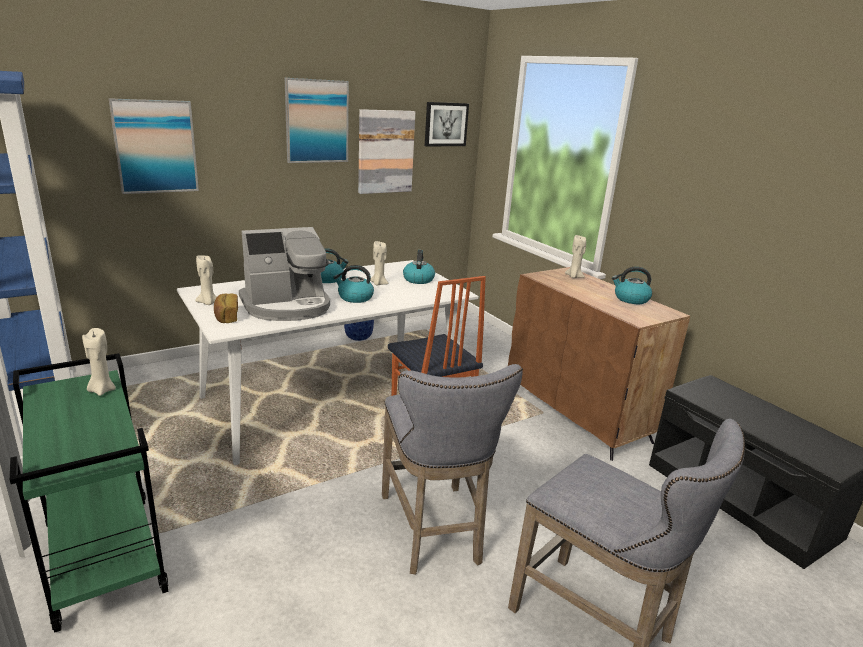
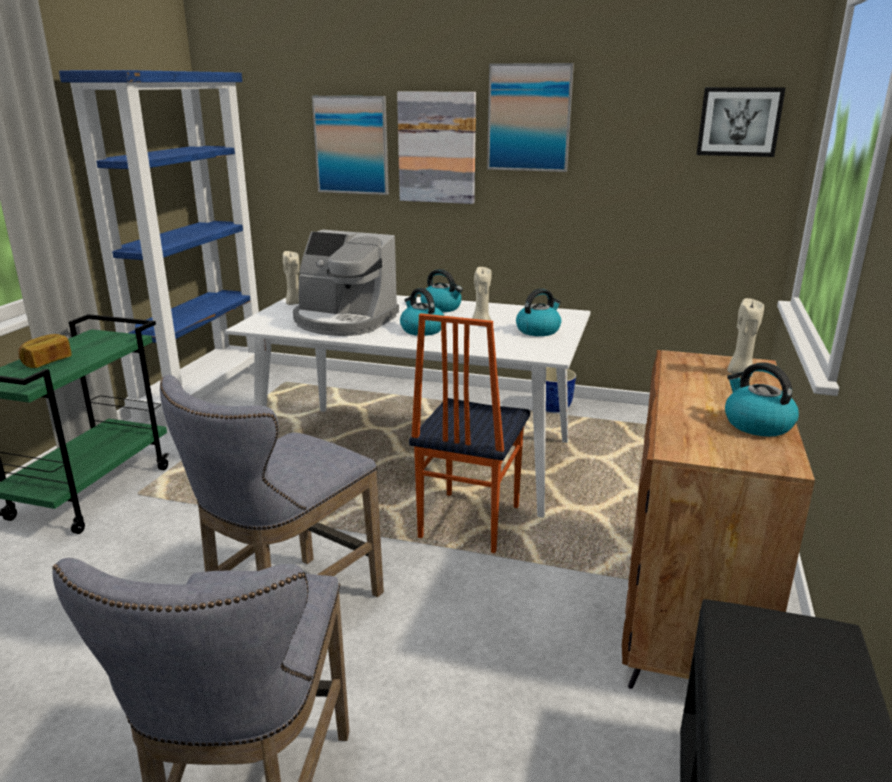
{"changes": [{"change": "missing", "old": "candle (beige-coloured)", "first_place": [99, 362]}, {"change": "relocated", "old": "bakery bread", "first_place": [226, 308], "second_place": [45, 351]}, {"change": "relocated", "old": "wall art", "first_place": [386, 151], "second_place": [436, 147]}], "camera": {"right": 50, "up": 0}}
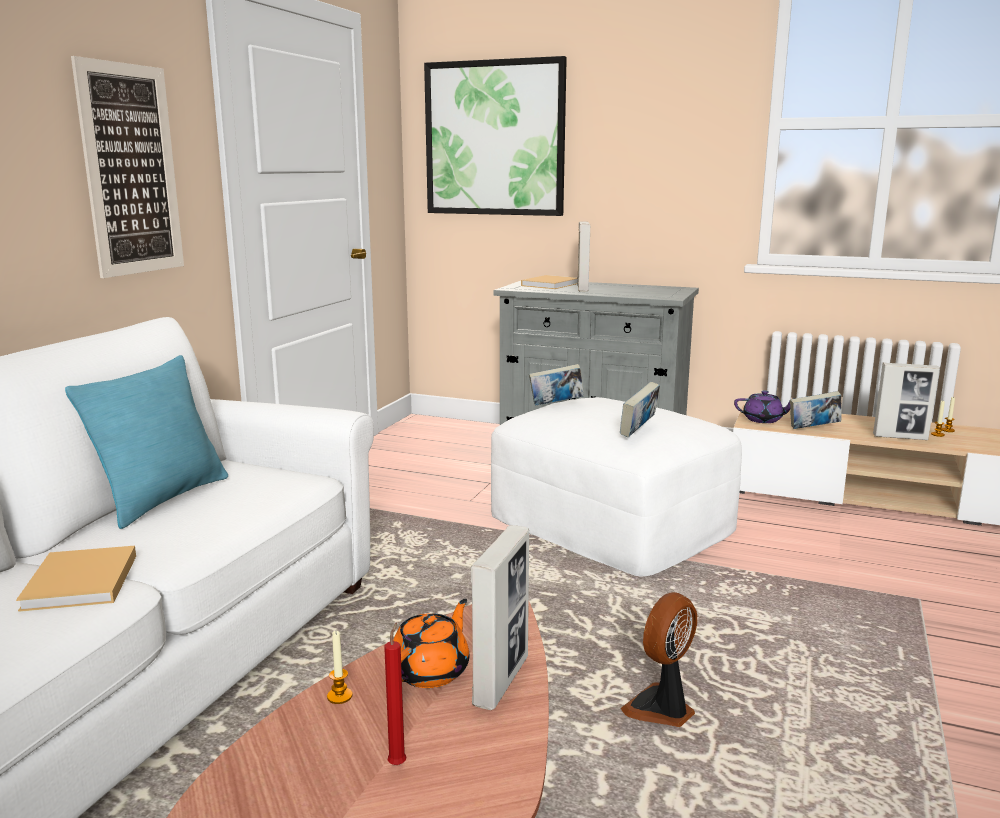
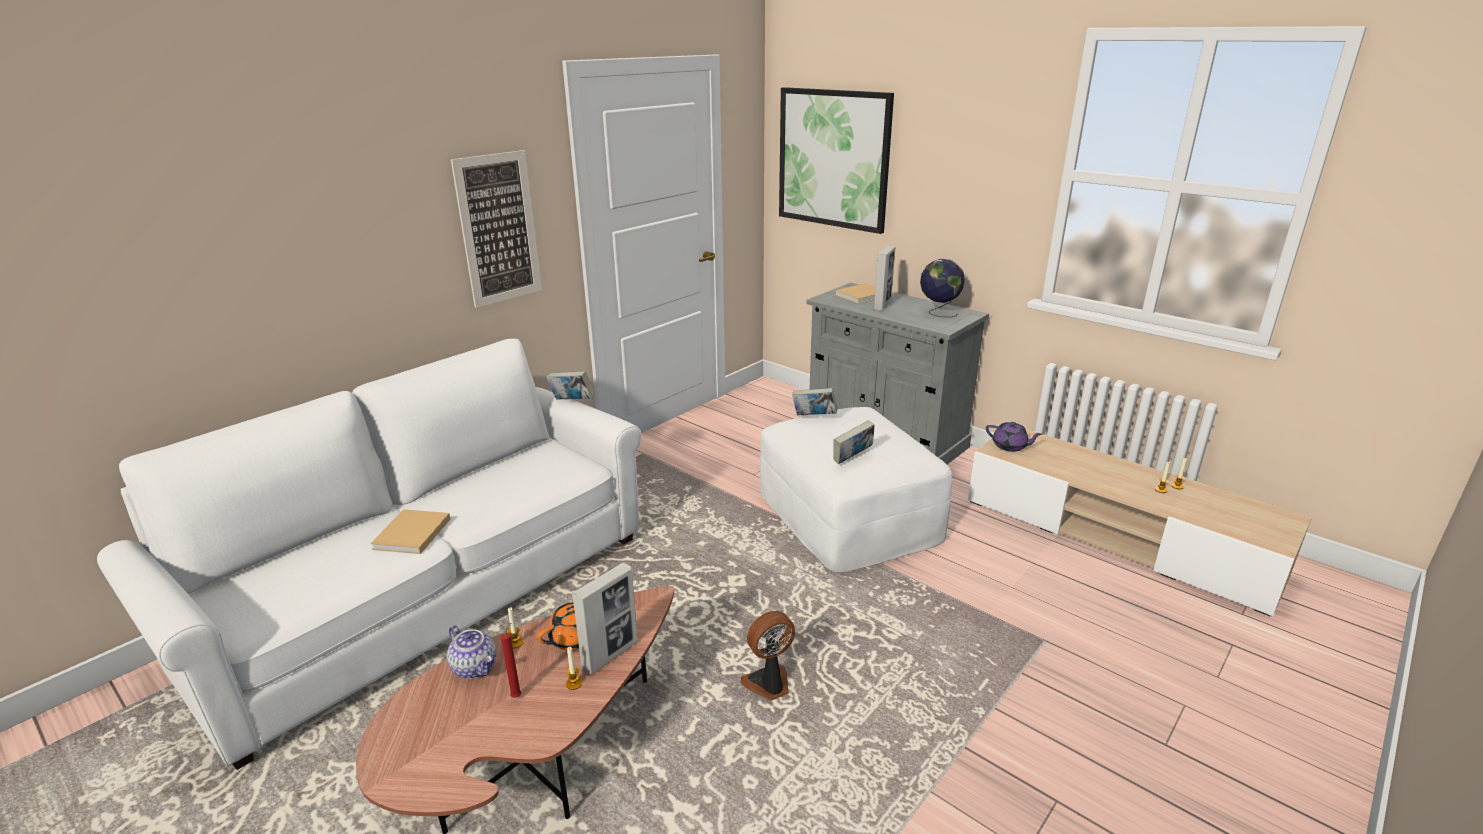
{"changes": [{"change": "missing", "old": "throw pillow (turquoise)", "first_place": [146, 442]}, {"change": "missing", "old": "picture frame", "first_place": [906, 401]}, {"change": "appeared", "new": "teapot", "second_place": [471, 652]}, {"change": "appeared", "new": "candle", "second_place": [574, 668]}, {"change": "appeared", "new": "desk globe", "second_place": [942, 288]}, {"change": "relocated", "old": "bound book", "first_place": [816, 410], "second_place": [570, 385]}], "camera": {"right": 20, "up": 10}}
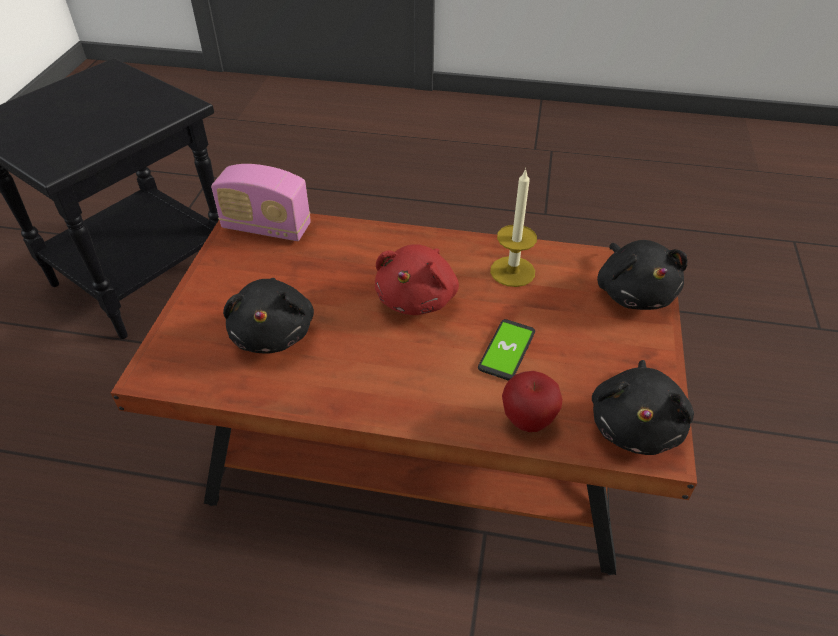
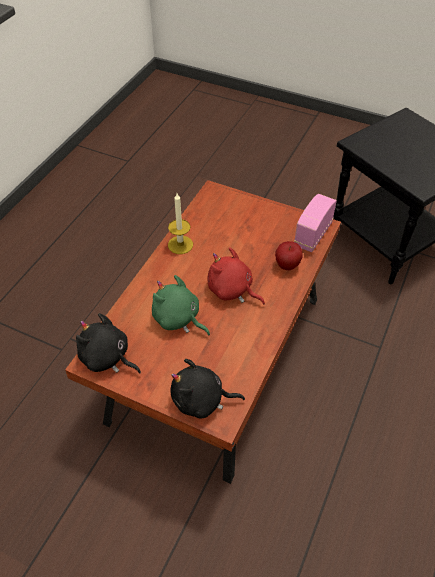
{"changes": [{"change": "missing", "old": "soft toy (black)", "first_place": [268, 315]}, {"change": "relocated", "old": "candle", "first_place": [513, 227], "second_place": [180, 223]}, {"change": "relocated", "old": "whole apple", "first_place": [532, 401], "second_place": [289, 255]}, {"change": "exchanged", "old": "handset", "new": "soft toy (greenish)", "first_place": [506, 349], "second_place": [181, 305]}], "camera": {"right": 105, "up": 5}}
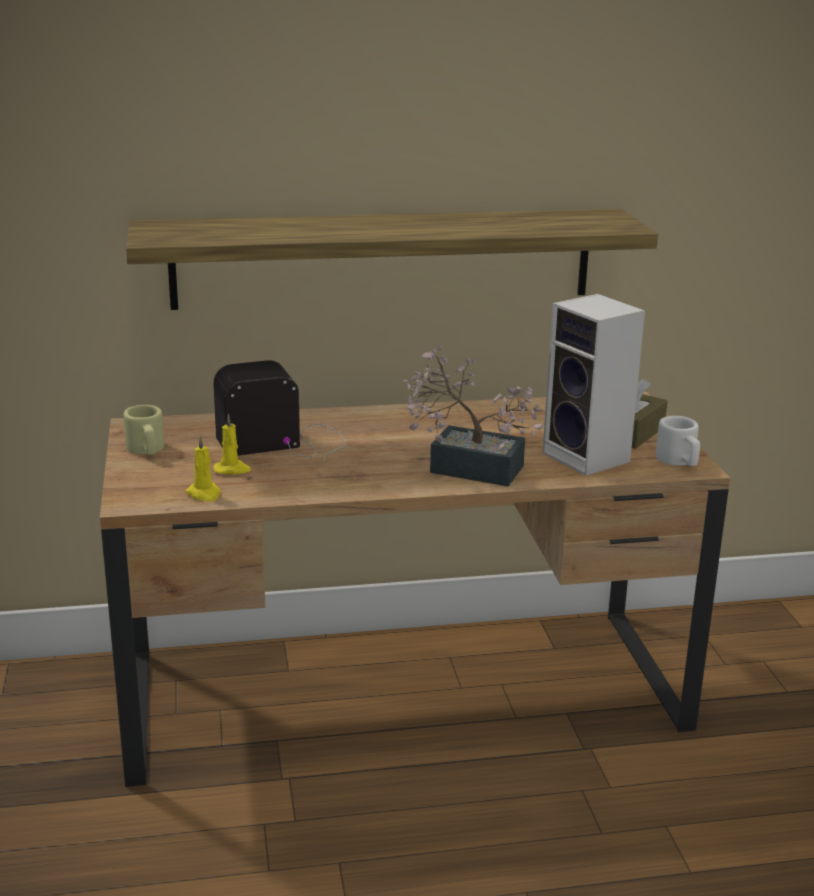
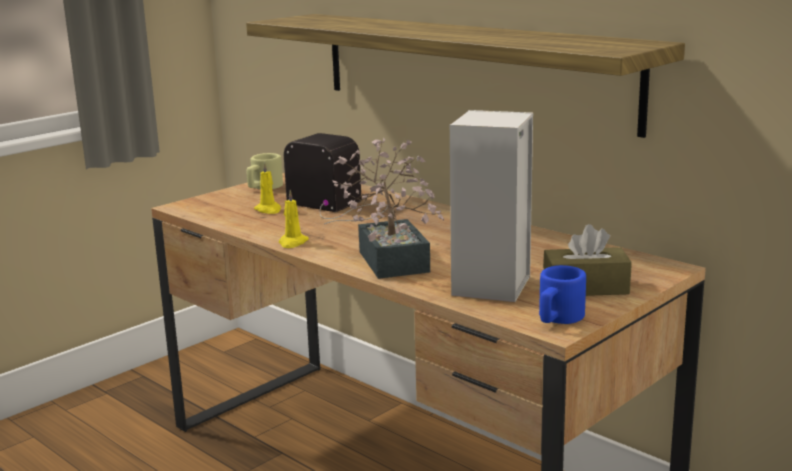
{"changes": [{"change": "relocated", "old": "candle (yellow)", "first_place": [203, 469], "second_place": [294, 219]}, {"change": "colour", "old": "mug (white)", "new": "mug (bluish)", "first_place": [678, 441], "second_place": [562, 294]}], "camera": {"right": 55, "up": -5}}
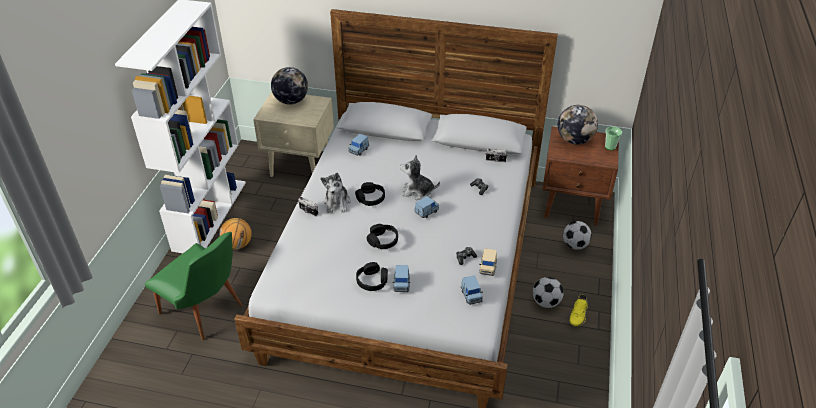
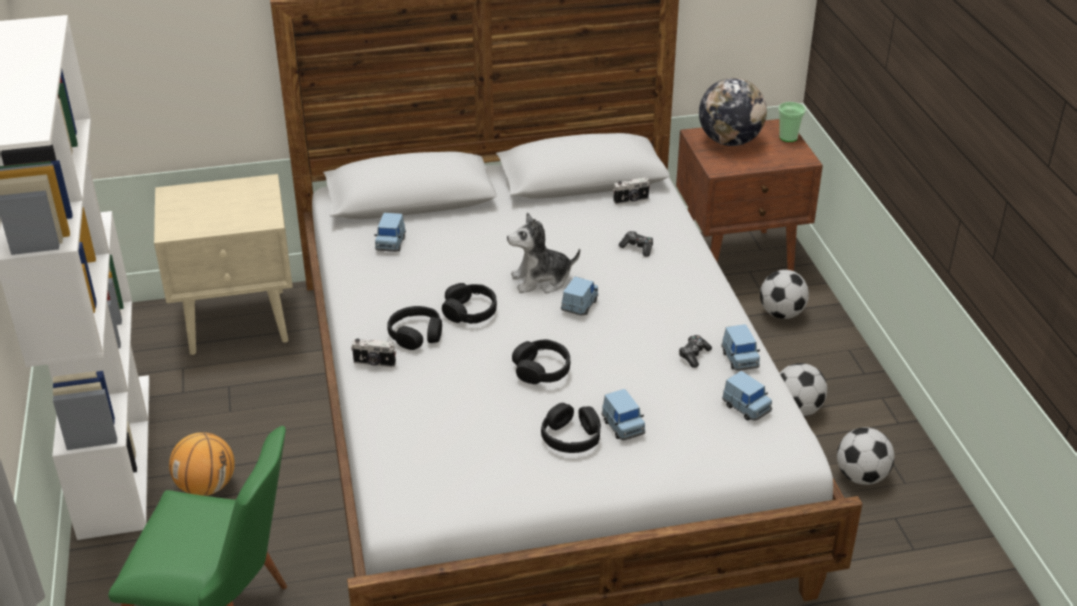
{"changes": [{"change": "missing", "old": "desk globe", "first_place": [289, 86]}, {"change": "missing", "old": "item of footwear (yellow)", "first_place": [578, 310]}, {"change": "appeared", "new": "ball for football", "second_place": [866, 456]}, {"change": "exchanged", "old": "soft toy", "new": "pair of headphones (black)", "first_place": [336, 193], "second_place": [414, 328]}, {"change": "colour", "old": "model car (beige-coloured)", "new": "model car (bluish)", "first_place": [488, 262], "second_place": [740, 347]}], "camera": {"right": -25, "up": -5}}
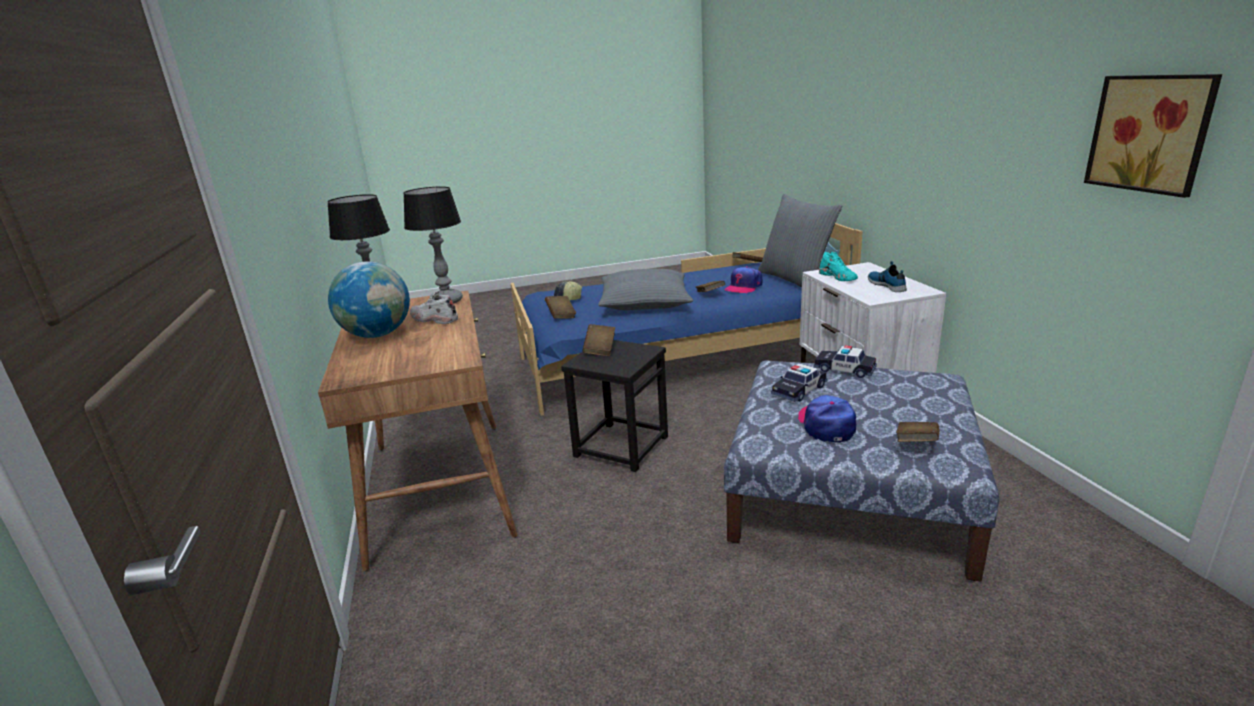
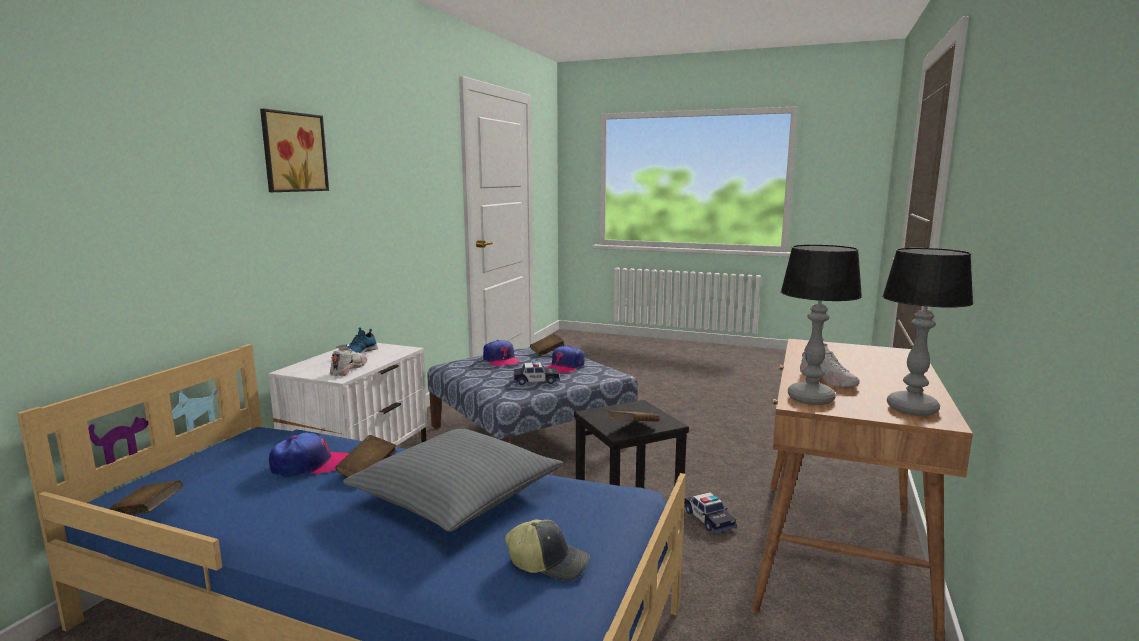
{"changes": [{"change": "missing", "old": "desk globe", "first_place": [369, 299]}, {"change": "missing", "old": "bound book (brown)", "first_place": [560, 307]}, {"change": "missing", "old": "throw pillow (grey)", "first_place": [800, 241]}, {"change": "appeared", "new": "cap", "second_place": [501, 353]}, {"change": "relocated", "old": "model car", "first_place": [845, 361], "second_place": [710, 512]}, {"change": "relocated", "old": "wall art", "first_place": [1153, 136], "second_place": [294, 150]}, {"change": "colour", "old": "item of footwear (turquoise)", "new": "item of footwear (white)", "first_place": [838, 266], "second_place": [348, 360]}], "camera": {"right": -145, "up": -10}}
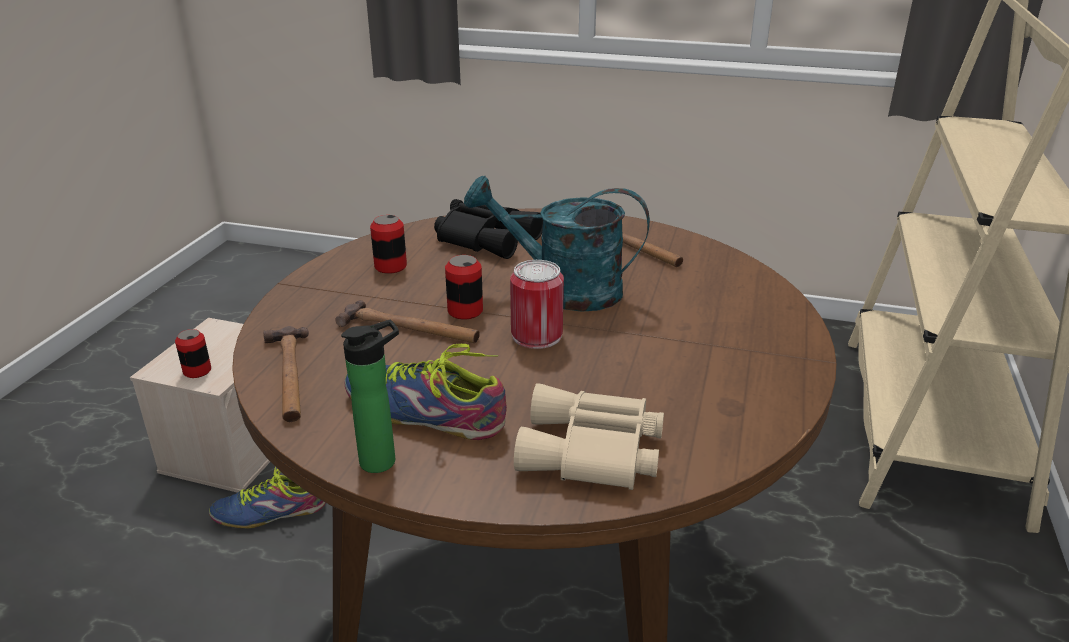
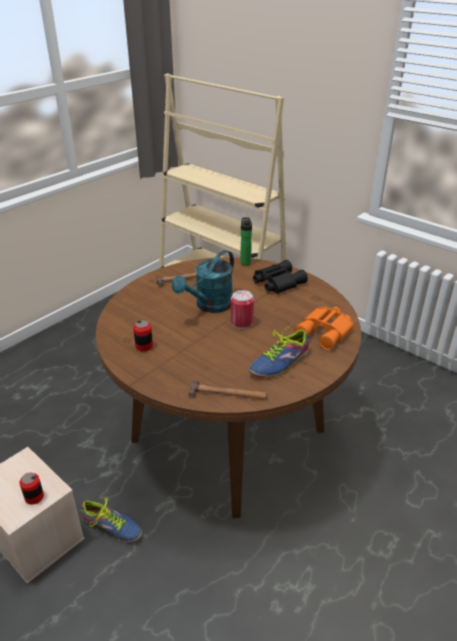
{"changes": [{"change": "missing", "old": "hand hammer", "first_place": [407, 321]}, {"change": "missing", "old": "can", "first_place": [464, 287]}, {"change": "relocated", "old": "drink bottle", "first_place": [370, 396], "second_place": [246, 241]}, {"change": "relocated", "old": "binoculars (black)", "first_place": [488, 229], "second_place": [280, 277]}, {"change": "colour", "old": "binoculars (beige-coloured)", "new": "binoculars (orange)", "first_place": [589, 436], "second_place": [324, 328]}, {"change": "spun", "old": "item of footwear", "first_place": [267, 497], "second_place": [111, 520], "degrees": -75}], "camera": {"right": -65, "up": 5}}
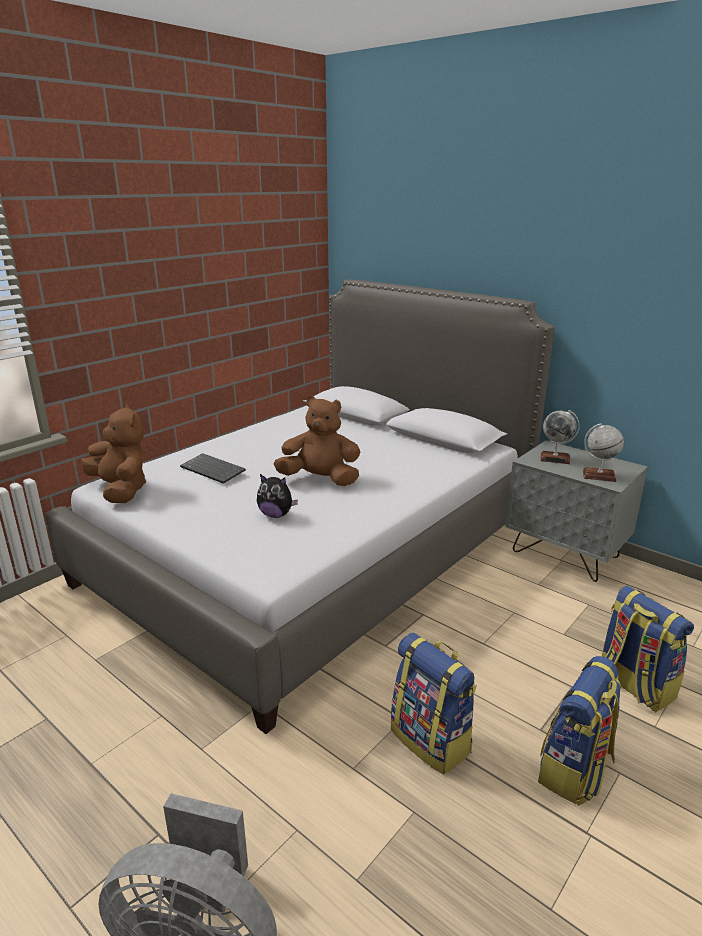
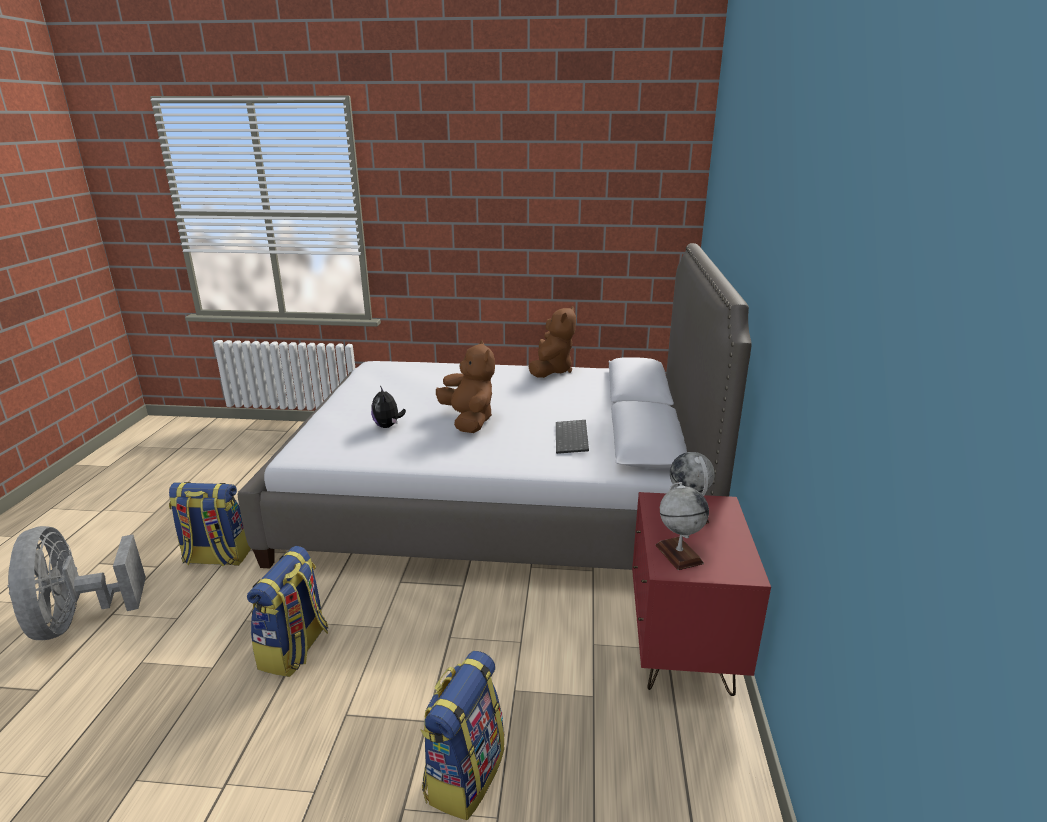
{"changes": [{"change": "relocated", "old": "soft toy (brown)", "first_place": [113, 453], "second_place": [552, 342]}, {"change": "relocated", "old": "keyboard", "first_place": [213, 468], "second_place": [572, 437]}, {"change": "relocated", "old": "knapsack", "first_place": [579, 731], "second_place": [210, 524]}, {"change": "colour", "old": "nightstand (grey)", "new": "nightstand (reddish)", "first_place": [576, 511], "second_place": [701, 594]}], "camera": {"right": 55, "up": 0}}
